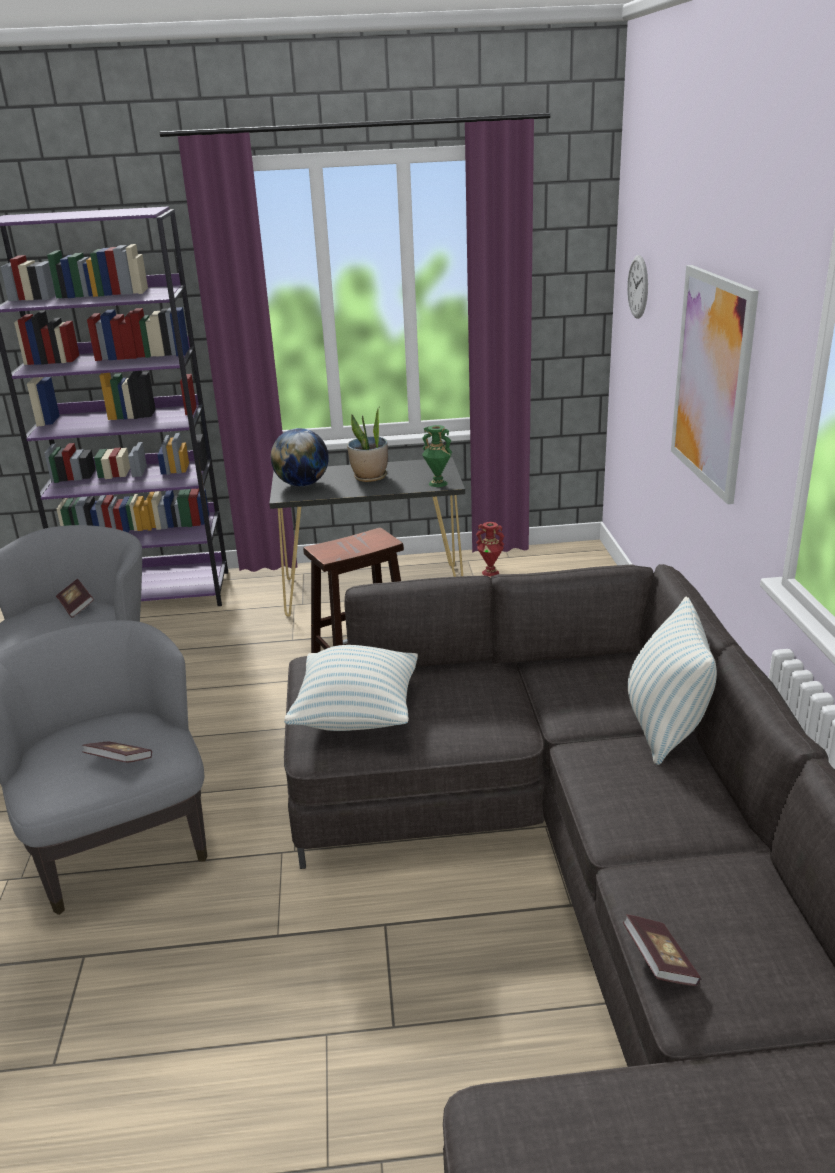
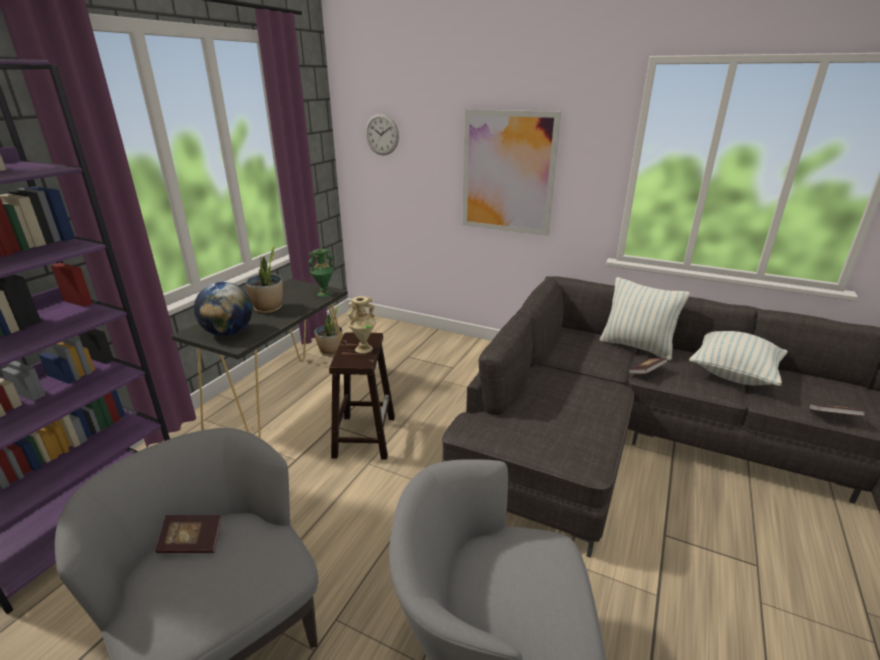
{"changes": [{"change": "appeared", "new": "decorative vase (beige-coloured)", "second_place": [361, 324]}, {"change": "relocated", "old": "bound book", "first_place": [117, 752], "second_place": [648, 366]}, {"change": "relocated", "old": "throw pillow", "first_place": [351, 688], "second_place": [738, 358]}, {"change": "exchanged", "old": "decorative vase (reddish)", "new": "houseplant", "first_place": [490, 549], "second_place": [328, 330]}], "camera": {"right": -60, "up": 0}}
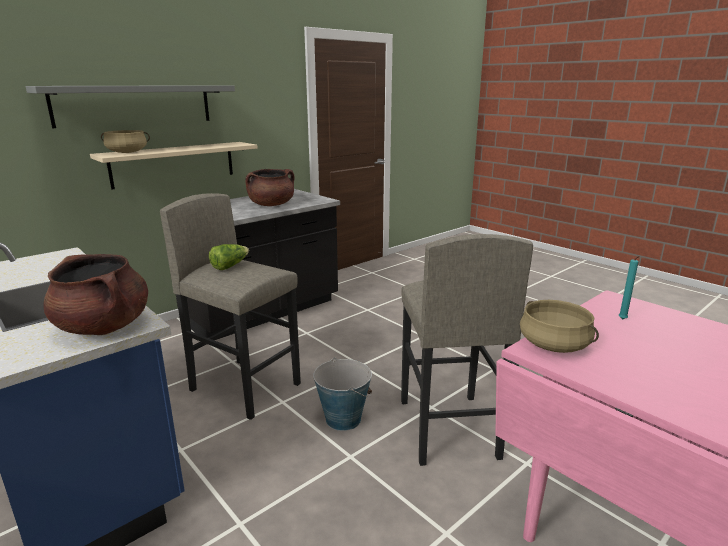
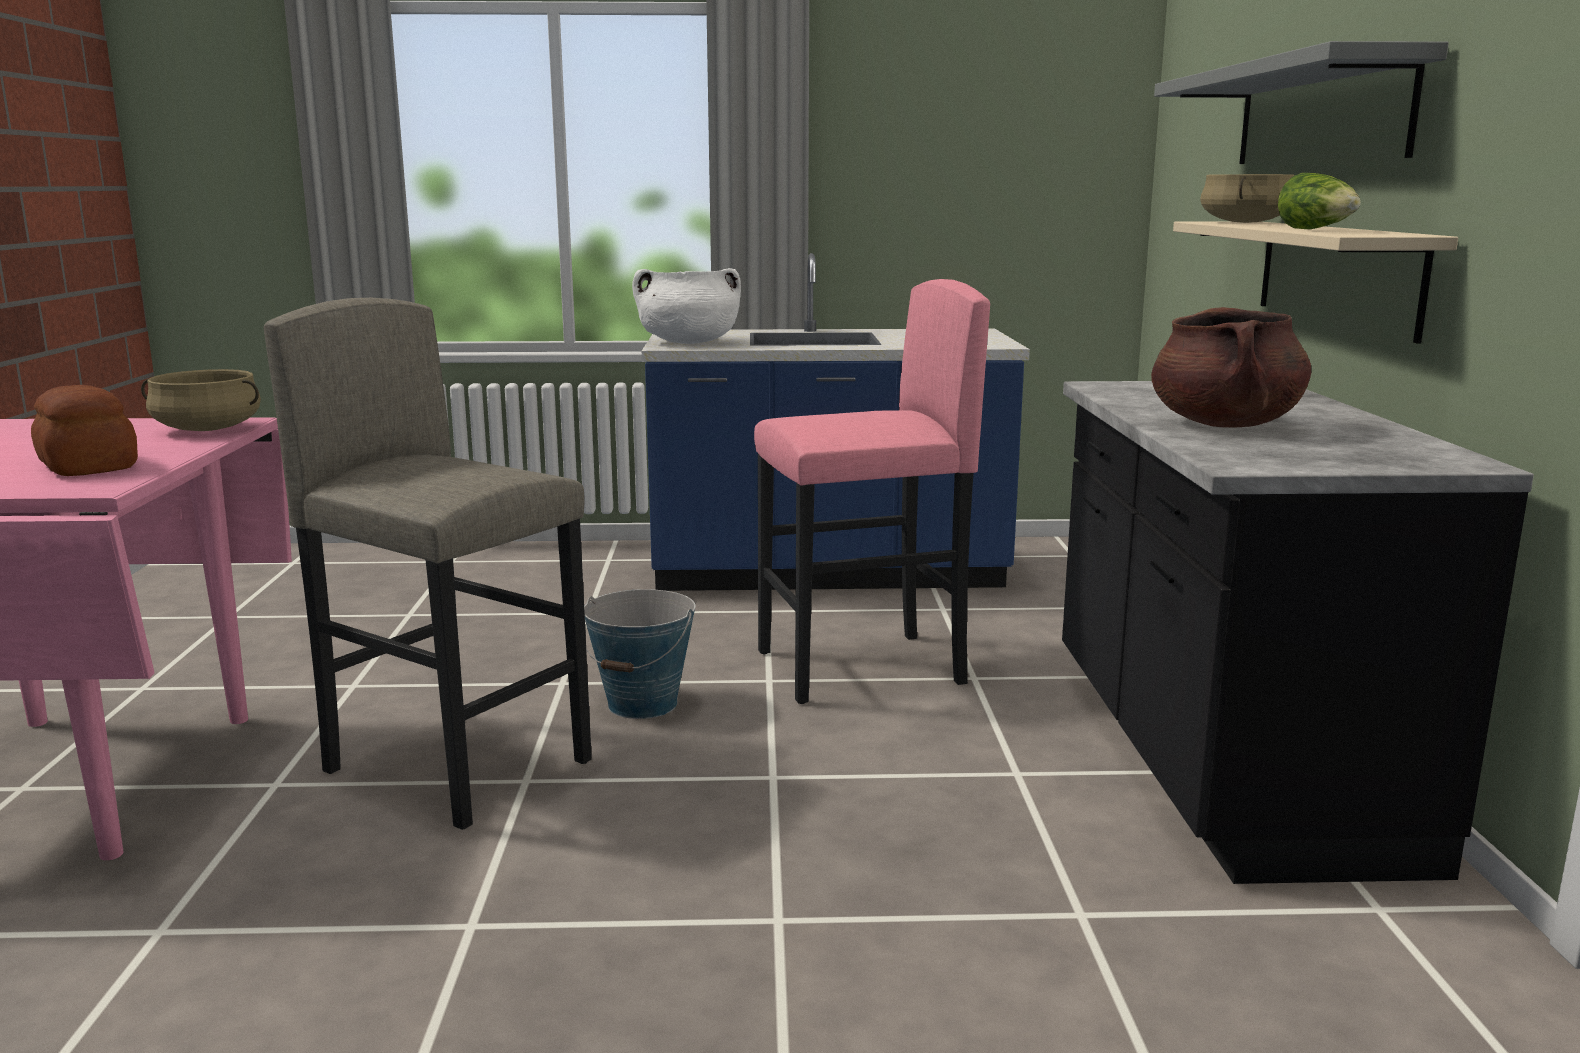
{"changes": [{"change": "relocated", "old": "head of lettuce", "first_place": [229, 257], "second_place": [1319, 201]}, {"change": "exchanged", "old": "candle (turquoise)", "new": "bakery bread", "first_place": [629, 288], "second_place": [84, 430]}, {"change": "colour", "old": "saucepot (brown)", "new": "saucepot (white)", "first_place": [96, 294], "second_place": [686, 306]}, {"change": "colour", "old": "stool seat (grey)", "new": "stool seat (pink)", "first_place": [230, 306], "second_place": [872, 491]}], "camera": {"right": 130, "up": -5}}
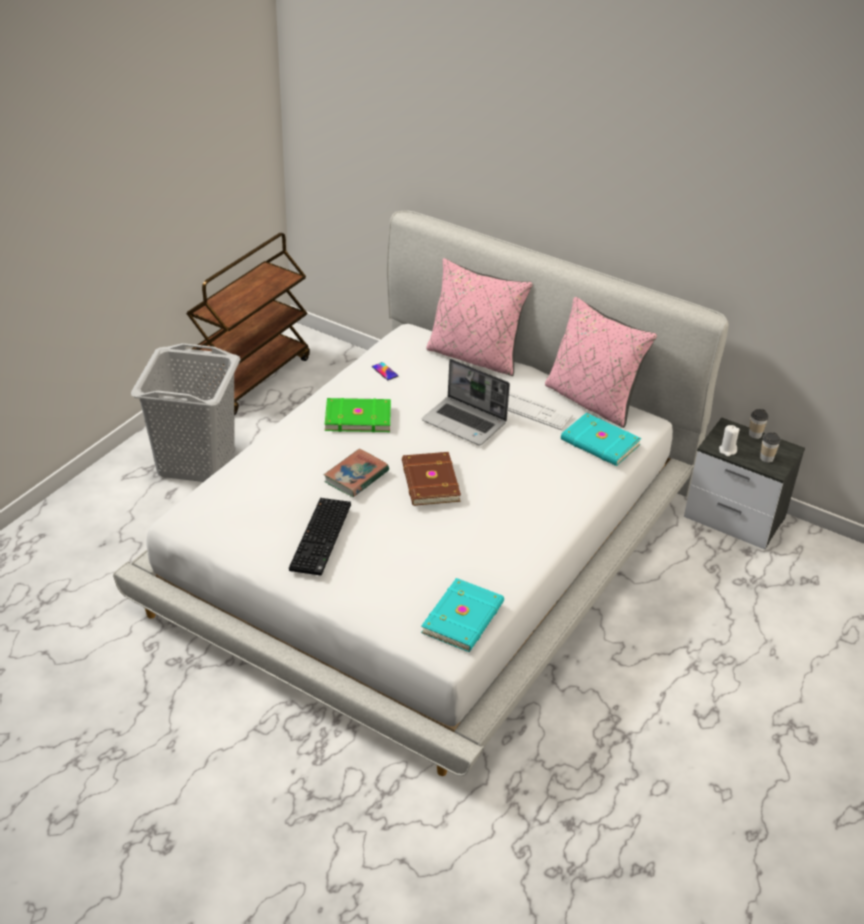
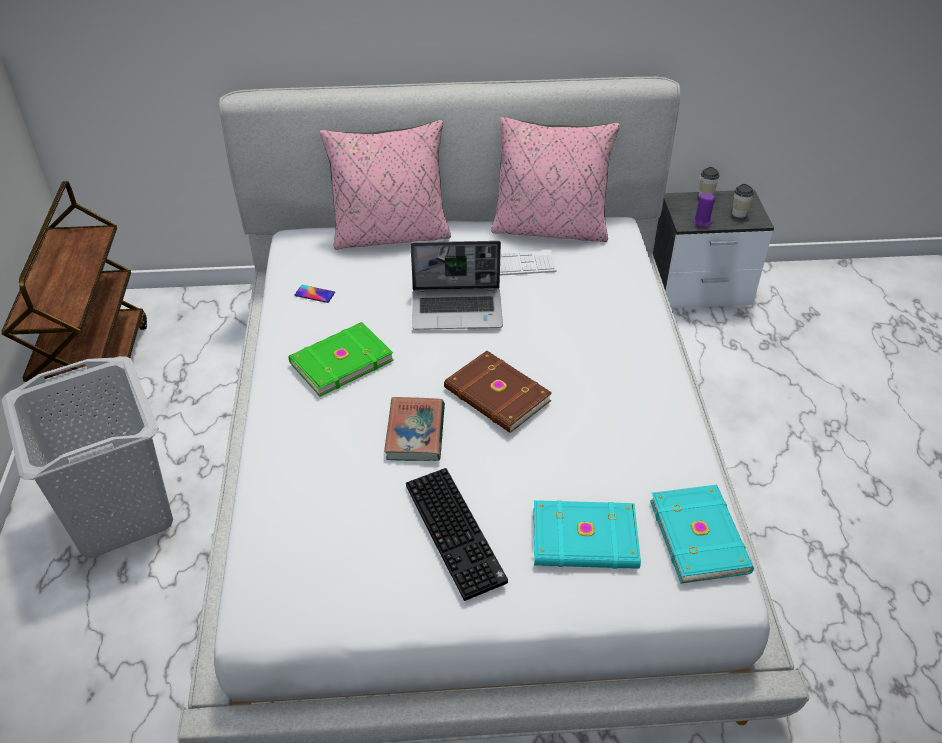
{"changes": [{"change": "relocated", "old": "bound book (turquoise)", "first_place": [601, 439], "second_place": [587, 534]}, {"change": "colour", "old": "candle (white)", "new": "candle (purplish)", "first_place": [729, 441], "second_place": [704, 210]}], "camera": {"right": -35, "up": 5}}
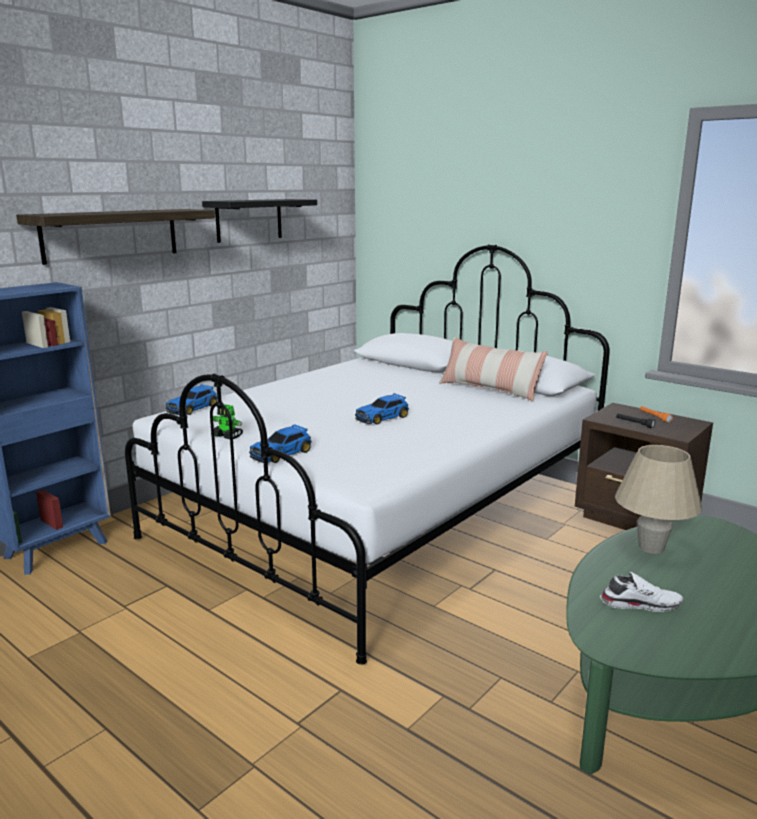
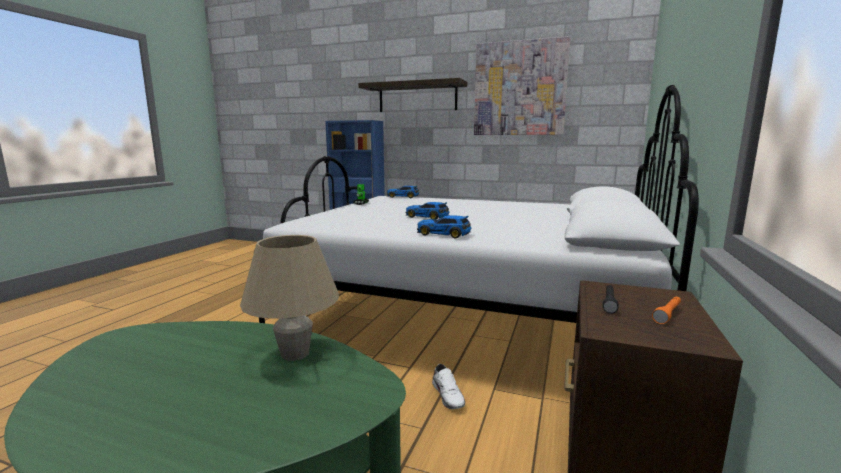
{"changes": [{"change": "missing", "old": "throw pillow", "first_place": [493, 369]}, {"change": "relocated", "old": "model car", "first_place": [280, 443], "second_place": [444, 227]}, {"change": "relocated", "old": "item of footwear (white)", "first_place": [641, 592], "second_place": [448, 386]}, {"change": "exchanged", "old": "shelf (black)", "new": "wall art", "first_place": [259, 221], "second_place": [522, 85]}], "camera": {"right": 70, "up": -5}}
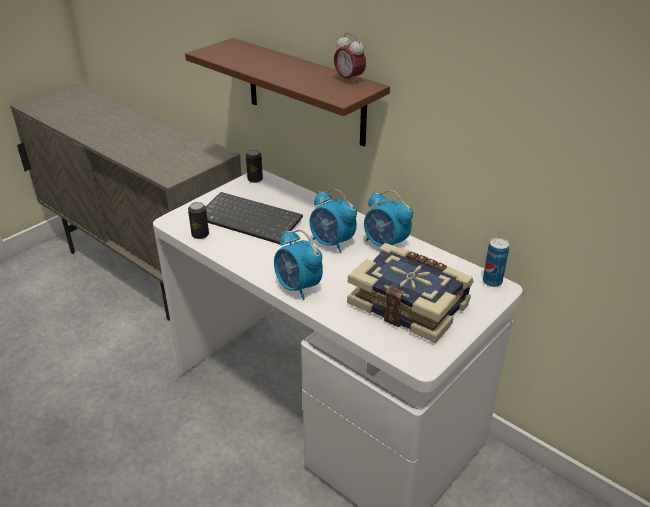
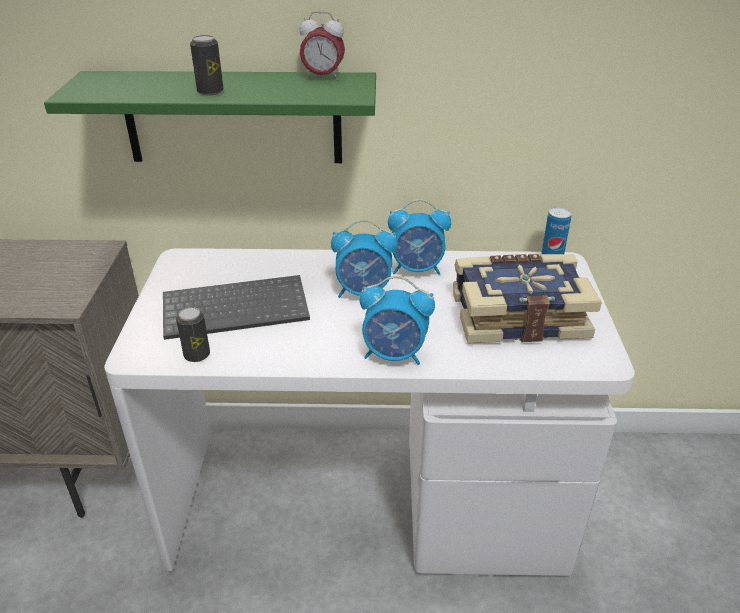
{"changes": [{"change": "relocated", "old": "can", "first_place": [254, 166], "second_place": [207, 65]}, {"change": "colour", "old": "shelf (brown)", "new": "shelf (greenish)", "first_place": [287, 92], "second_place": [210, 117]}], "camera": {"right": -40, "up": 0}}
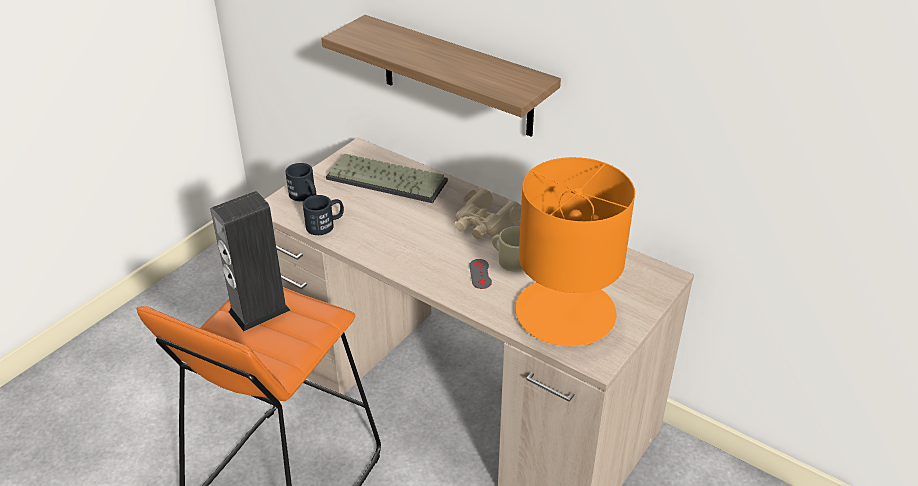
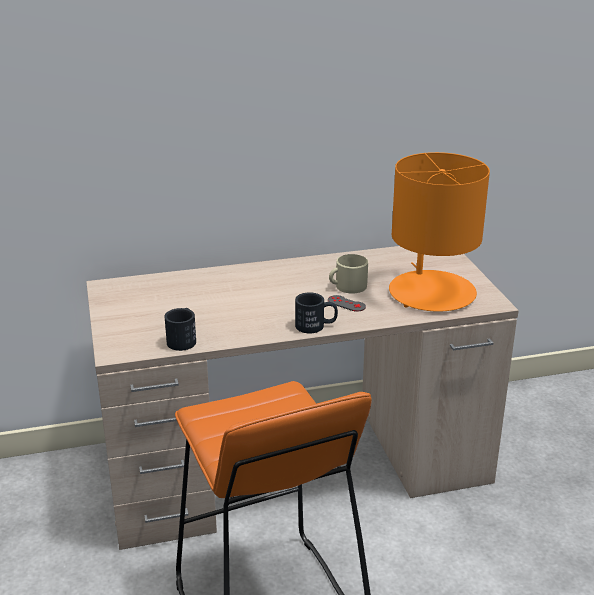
{"changes": [{"change": "missing", "old": "loudspeaker", "first_place": [250, 261]}, {"change": "missing", "old": "shelf", "first_place": [441, 75]}, {"change": "missing", "old": "keyboard", "first_place": [387, 178]}, {"change": "missing", "old": "binoculars (beige-coloured)", "first_place": [488, 214]}, {"change": "relocated", "old": "mug (black)", "first_place": [300, 182], "second_place": [316, 312]}], "camera": {"right": -50, "up": -10}}
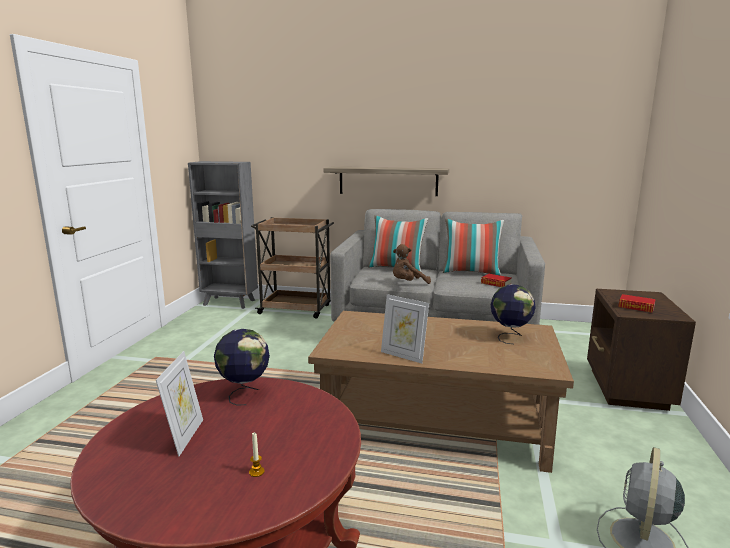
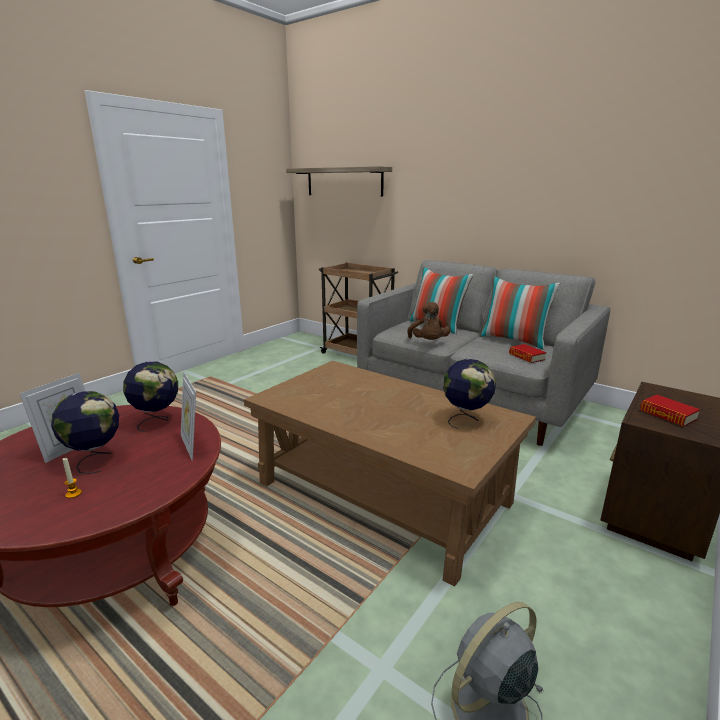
{"changes": [{"change": "missing", "old": "bookcase (grey)", "first_place": [223, 235]}, {"change": "appeared", "new": "desk globe", "second_place": [85, 432]}, {"change": "relocated", "old": "shelf", "first_place": [386, 181], "second_place": [339, 181]}, {"change": "relocated", "old": "picture frame", "first_place": [405, 329], "second_place": [188, 416]}, {"change": "spun", "old": "soft toy (brown)", "first_place": [412, 264], "second_place": [428, 321], "degrees": -105}], "camera": {"right": 25, "up": 5}}
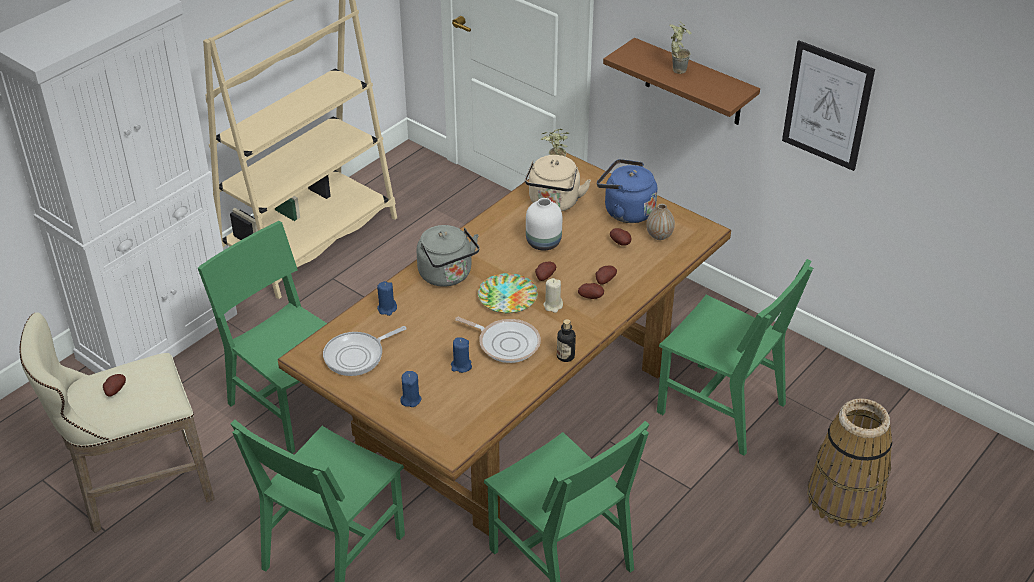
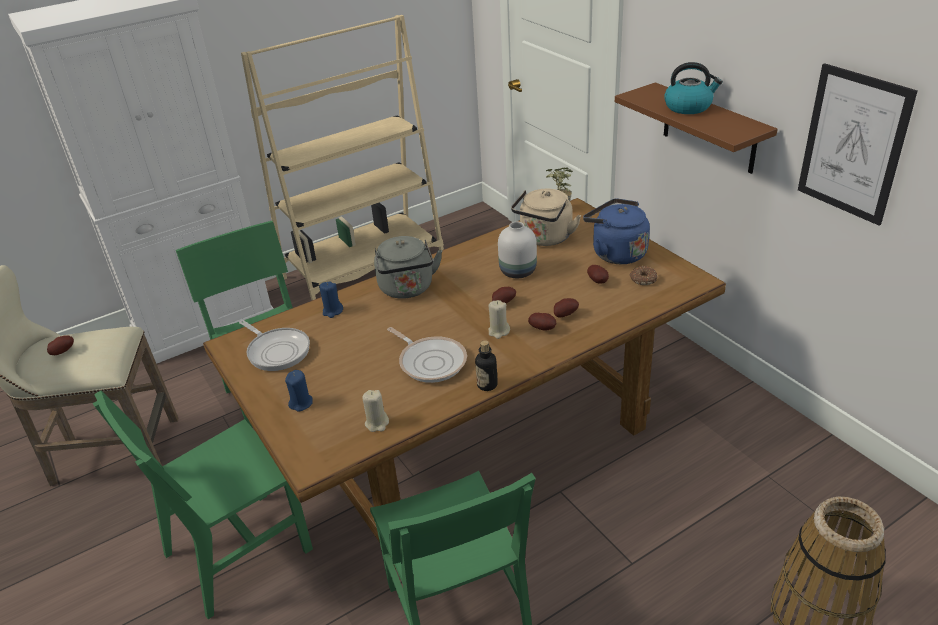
{"changes": [{"change": "missing", "old": "candle (bluish)", "first_place": [461, 355]}, {"change": "missing", "old": "flat dish", "first_place": [508, 293]}, {"change": "missing", "old": "plain chair (greenish)", "first_place": [735, 357]}, {"change": "appeared", "new": "candle (beige-coloured)", "second_place": [375, 411]}, {"change": "exchanged", "old": "decorative vase", "new": "ring doughnut", "first_place": [660, 222], "second_place": [643, 275]}, {"change": "exchanged", "old": "houseplant", "new": "kettle", "first_place": [680, 48], "second_place": [693, 88]}, {"change": "spun", "old": "frying pan", "first_place": [365, 351], "second_place": [274, 345], "degrees": -120}], "camera": {"right": 20, "up": -5}}
